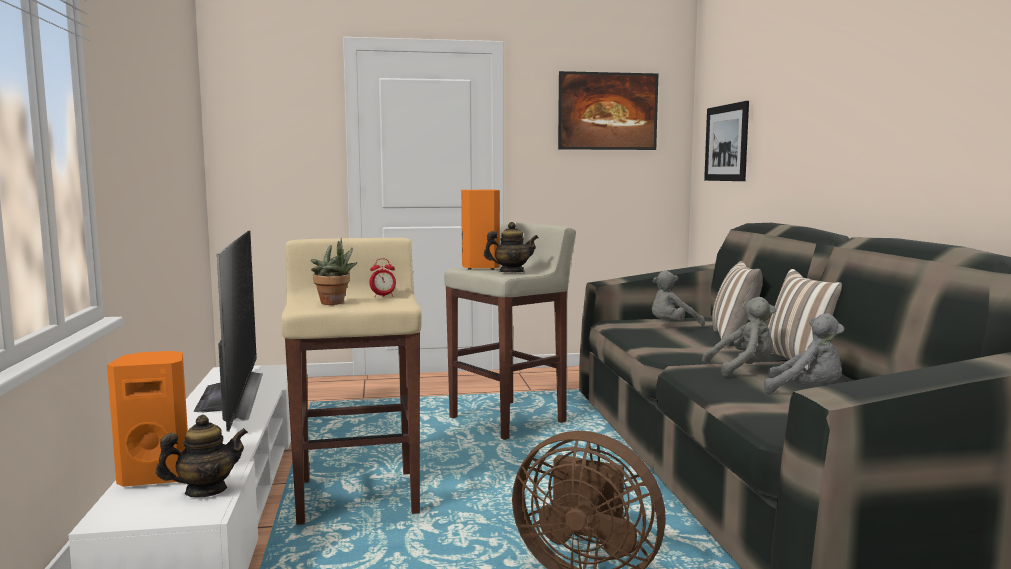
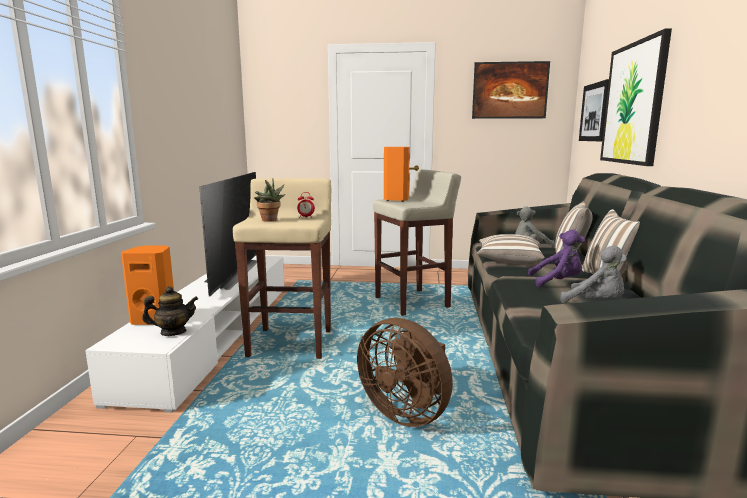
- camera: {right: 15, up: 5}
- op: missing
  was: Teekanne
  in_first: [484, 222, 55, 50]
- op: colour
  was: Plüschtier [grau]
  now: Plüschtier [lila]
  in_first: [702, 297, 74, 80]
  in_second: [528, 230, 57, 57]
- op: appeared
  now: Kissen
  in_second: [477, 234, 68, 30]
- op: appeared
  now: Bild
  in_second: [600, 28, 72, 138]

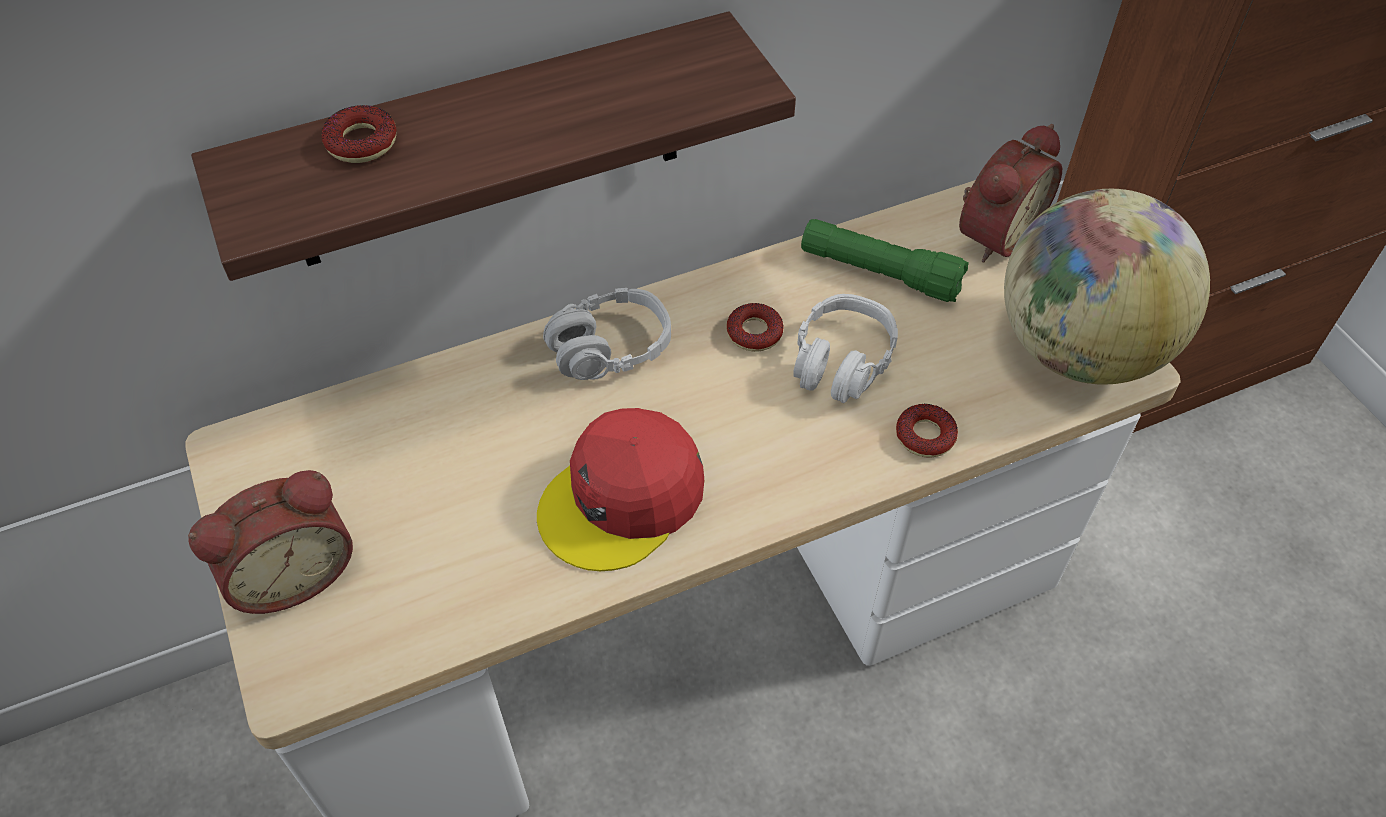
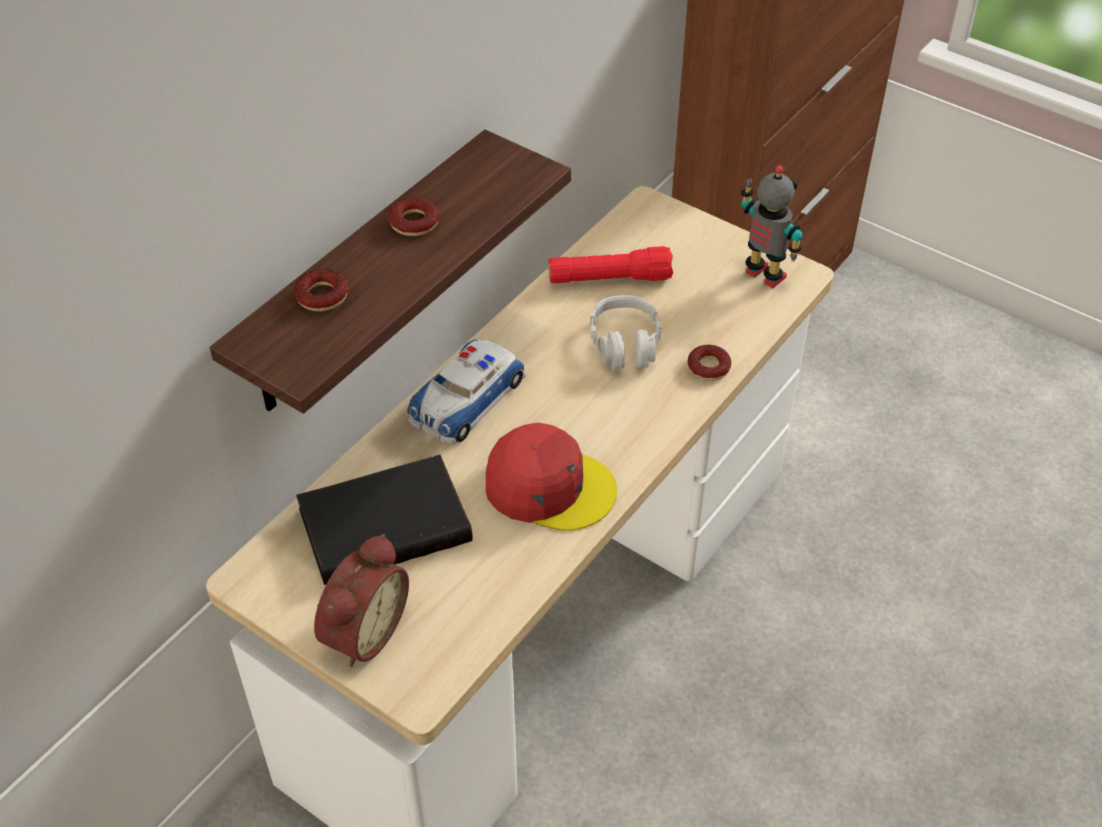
- camera: {right: -30, up: -5}
- op: spun
  was: Kappe [rot]
  in_first: [537, 408, 167, 163]
  in_second: [486, 423, 131, 108]
  clockwise: -90
- op: exchanged
  was: Kopfhörer [grau]
  now: Spielzeugauto
  in_first: [543, 288, 128, 92]
  in_second: [408, 339, 118, 105]
- op: relocated
  was: Donut
  in_first: [727, 303, 56, 49]
  in_second: [388, 197, 51, 39]
- op: colour
  was: Taschenlampe [grün]
  now: Taschenlampe [rot]
  in_first: [801, 219, 168, 83]
  in_second: [548, 246, 125, 37]
- op: missing
  was: Wecker
  in_first: [959, 124, 103, 138]
- op: exchanged
  was: Globus
  now: Spielzeugroboter
  in_first: [1004, 189, 206, 196]
  in_second: [741, 166, 62, 122]
- op: appeared
  now: Buch [schwarz]
  in_second: [296, 455, 177, 130]

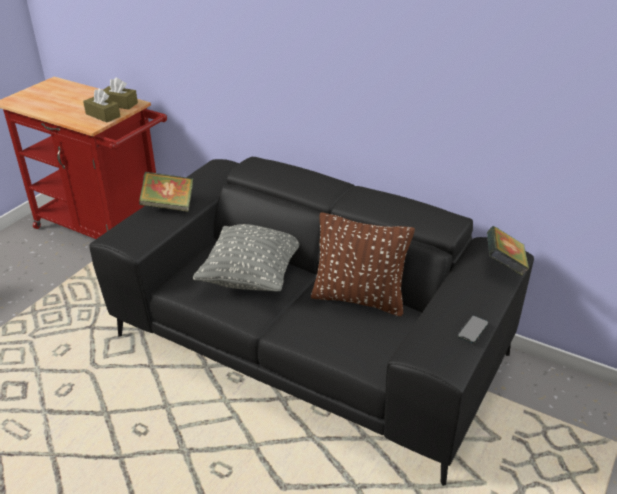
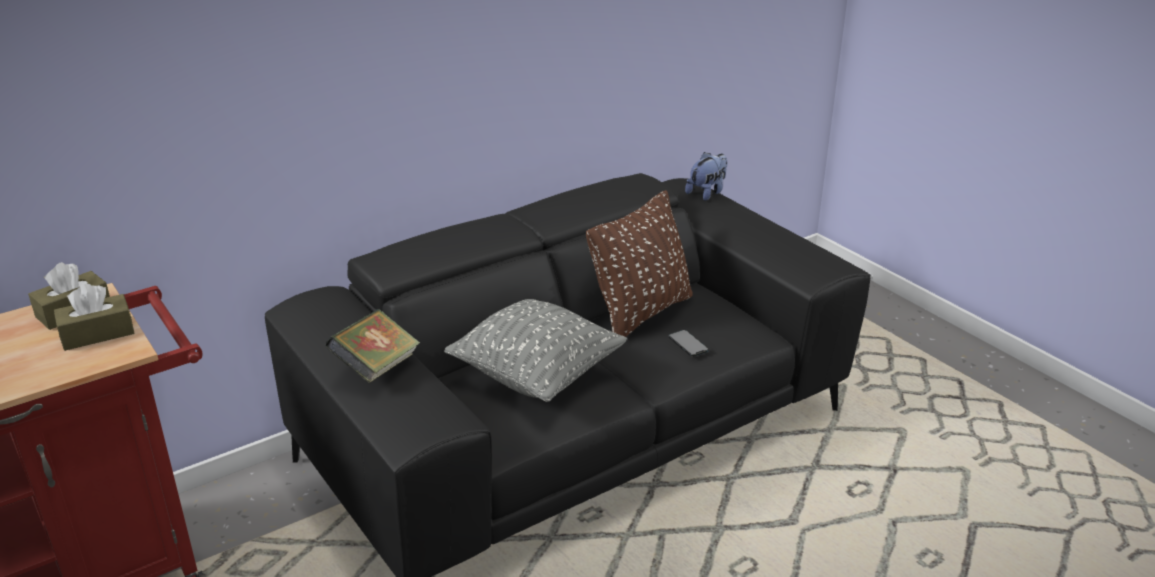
- camera: {right: -65, up: -5}
- op: relocated
  was: Handy
  in_first: [457, 315, 32, 28]
  in_second: [668, 330, 41, 26]
- op: exchanged
  was: Buch
  now: Plüschtier
  in_first: [487, 226, 42, 51]
  in_second: [685, 152, 43, 49]

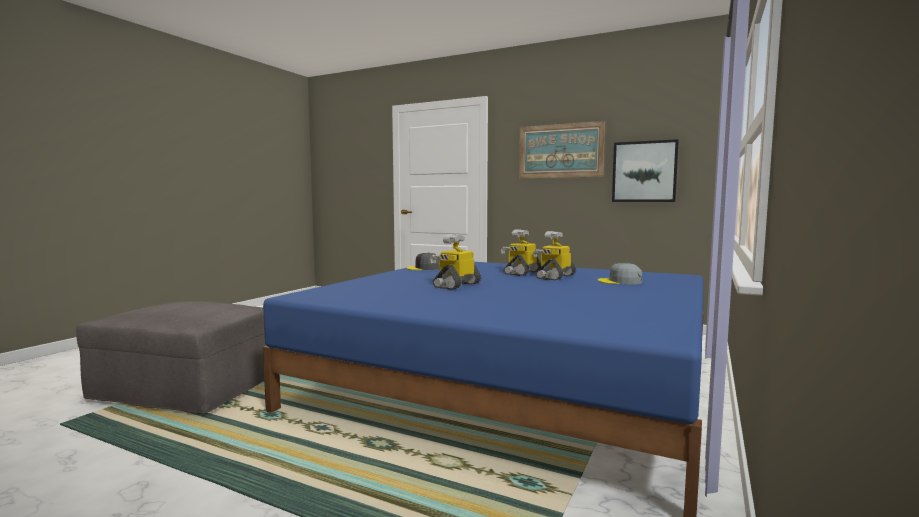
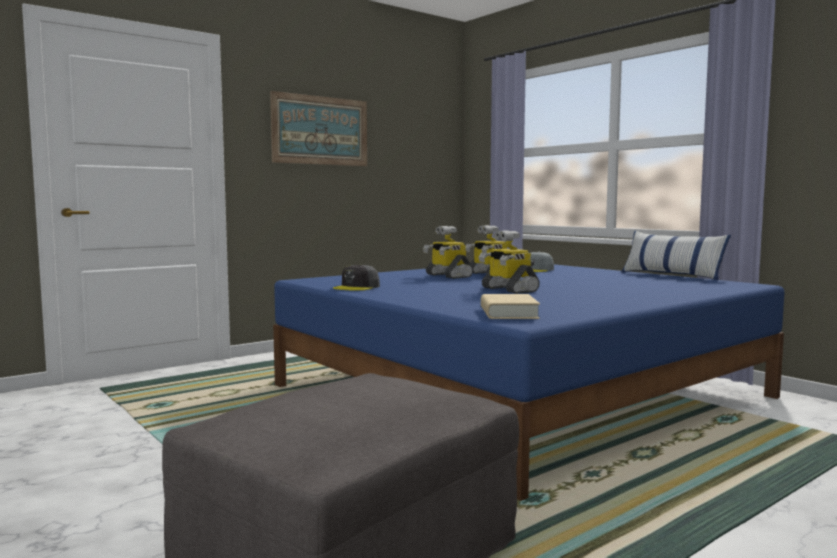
- camera: {right: -65, up: 0}
- op: missing
  was: Bild
  in_first: [612, 139, 67, 63]
- op: appeared
  now: Buch [beige]
  in_second: [481, 294, 59, 25]
- op: appeared
  now: Kissen
  in_second: [621, 231, 110, 49]

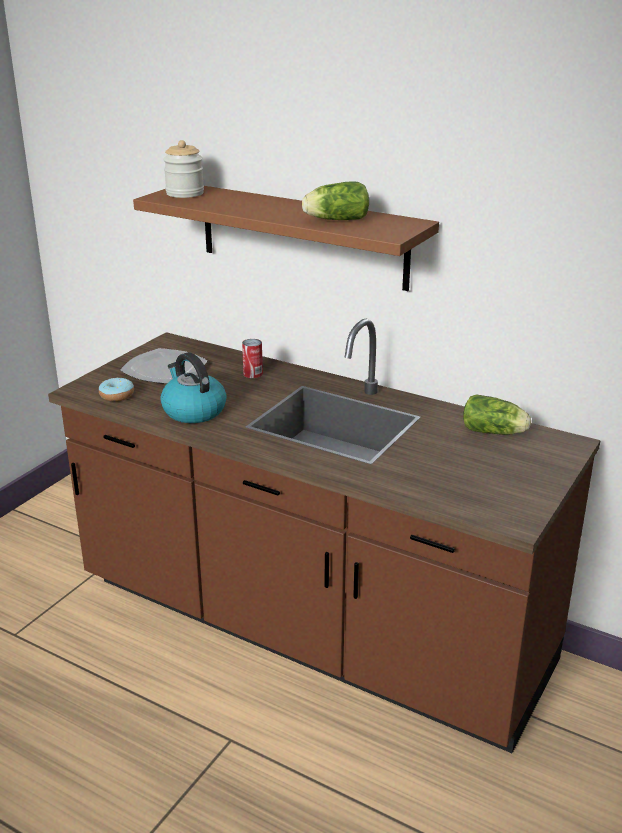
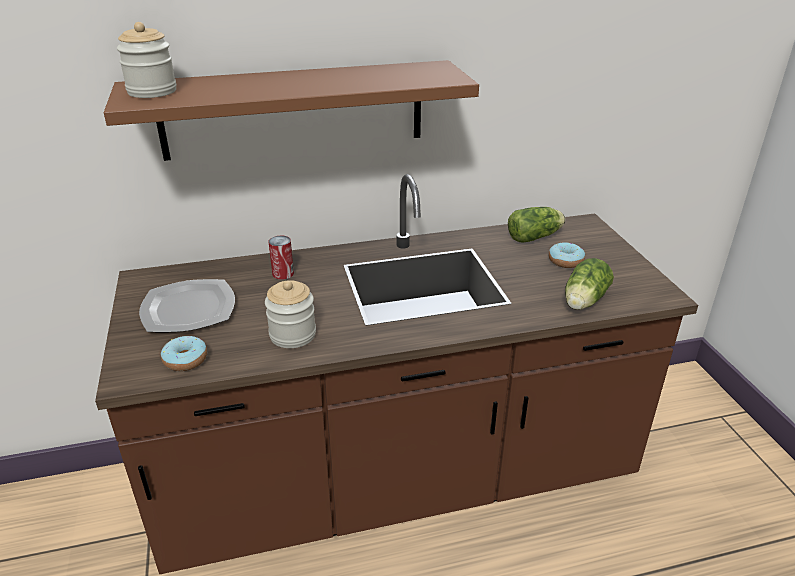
- camera: {right: -45, up: 5}
- op: exchanged
  was: Wasserkessel
  now: Vorratsglas
  in_first: [160, 352, 66, 71]
  in_second: [265, 280, 51, 68]
- op: relocated
  was: Salatkopf
  in_first: [302, 181, 67, 39]
  in_second: [565, 258, 49, 52]
- op: appeared
  now: Donut
  in_second: [549, 242, 36, 26]

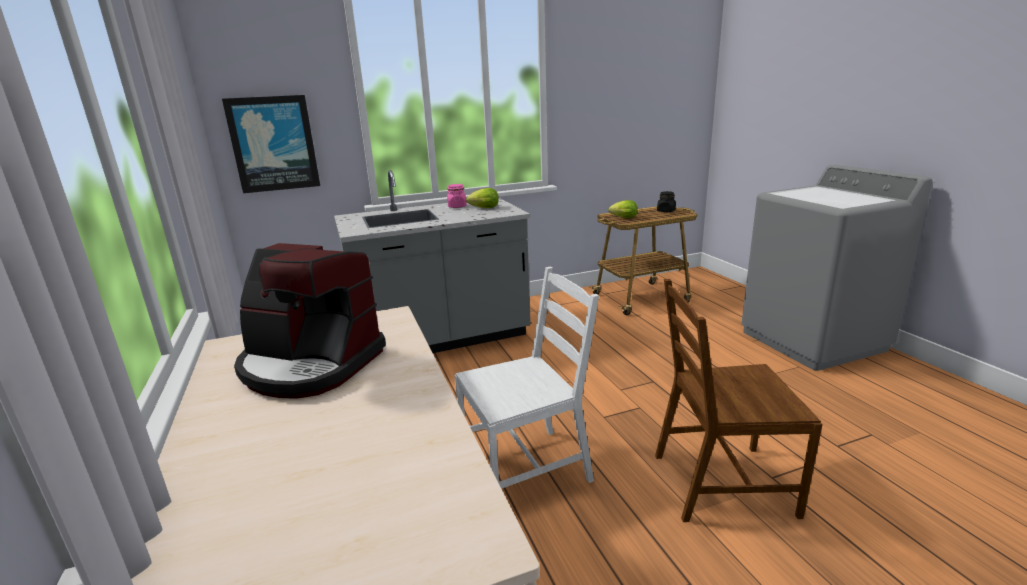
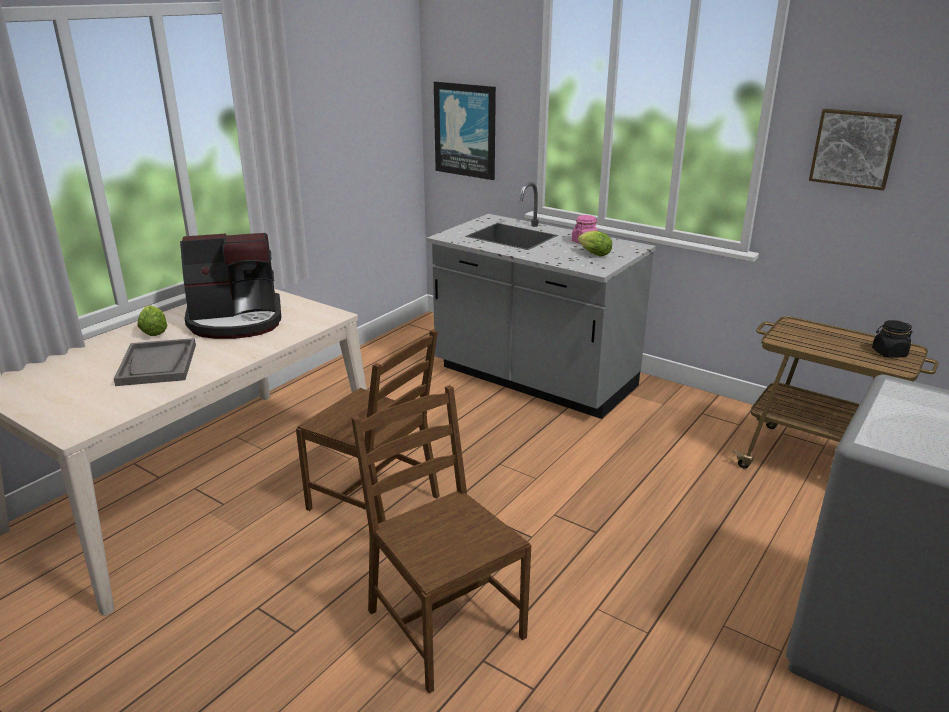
- camera: {right: 55, up: 5}
- op: spun
  was: Kaffeemaschine
  in_first: [234, 243, 152, 156]
  in_second: [180, 233, 101, 106]
  clockwise: -90
- op: colour
  was: Stuhl [weiß]
  now: Stuhl [braun]
  in_first: [454, 267, 145, 222]
  in_second: [296, 329, 144, 195]
- op: relocated
  was: Salatkopf
  in_first: [608, 200, 30, 18]
  in_second: [137, 305, 30, 31]
- op: appeared
  now: Tablett [grau]
  in_second: [114, 338, 82, 48]
- op: appeared
  now: Bild
  in_second: [809, 109, 93, 81]

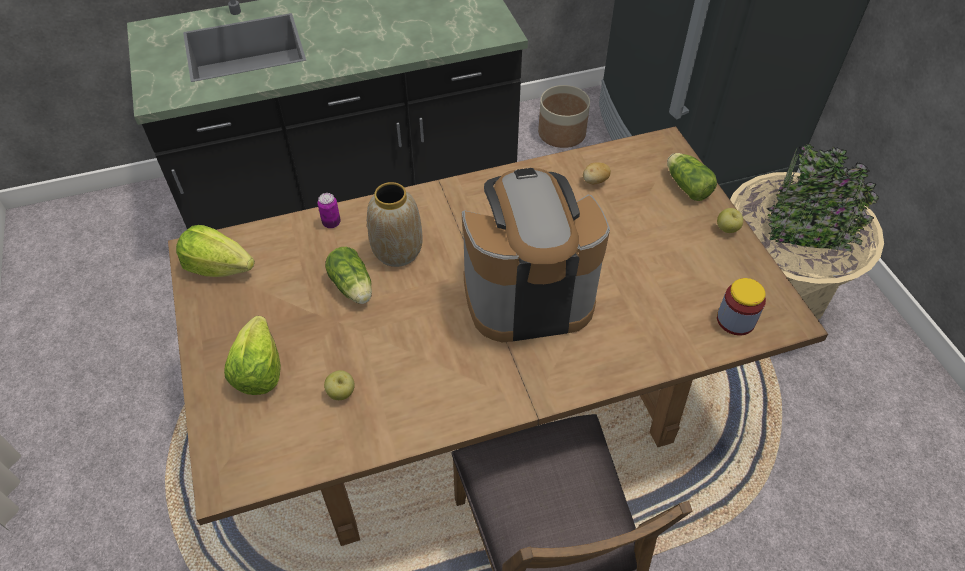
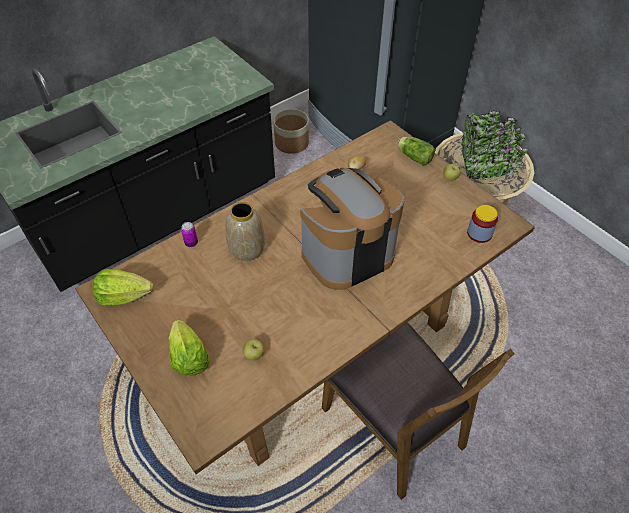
- camera: {right: -20, up: 0}
- op: missing
  was: Salatkopf
  in_first: [325, 247, 47, 57]

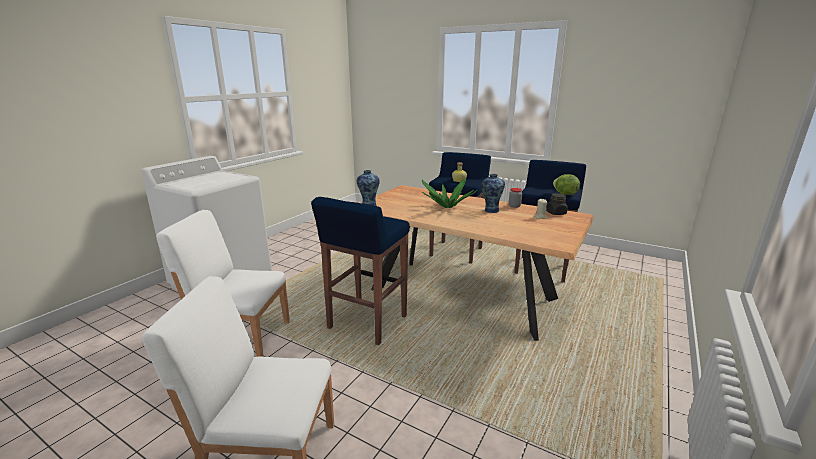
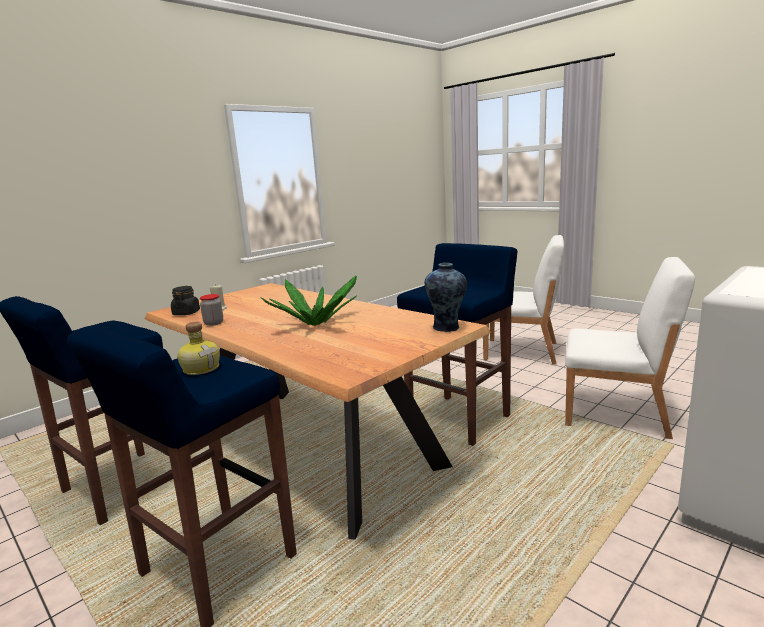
- camera: {right: -165, up: -5}
- op: missing
  was: Vase
  in_first: [481, 174, 24, 39]
- op: missing
  was: Salatkopf
  in_first: [553, 174, 27, 21]

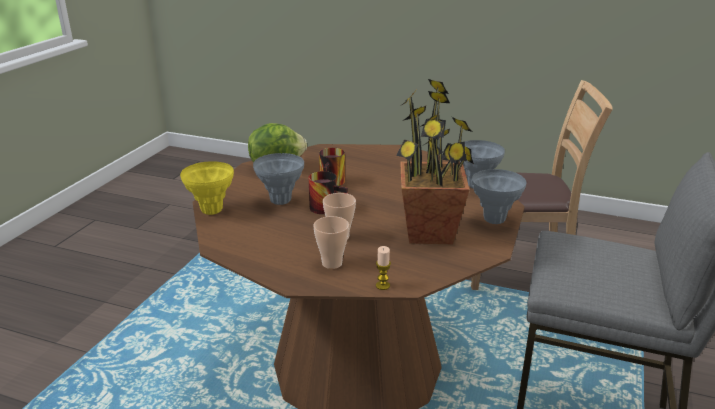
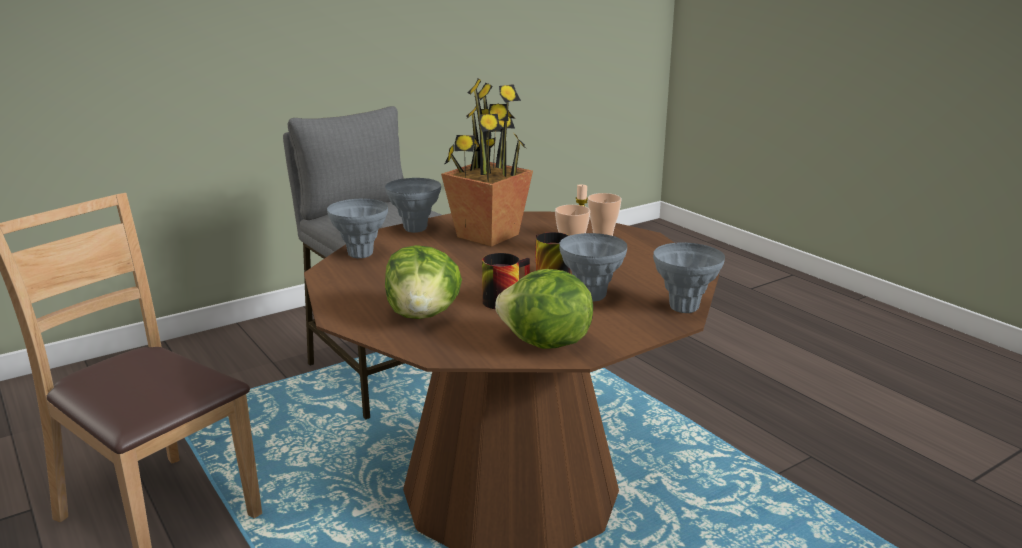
- camera: {right: -145, up: -5}
- op: colour
  was: Vase [gelb]
  now: Vase [grau]
  in_first: [180, 161, 54, 54]
  in_second: [653, 242, 72, 71]
- op: appeared
  now: Salatkopf
  in_second: [385, 245, 77, 74]

